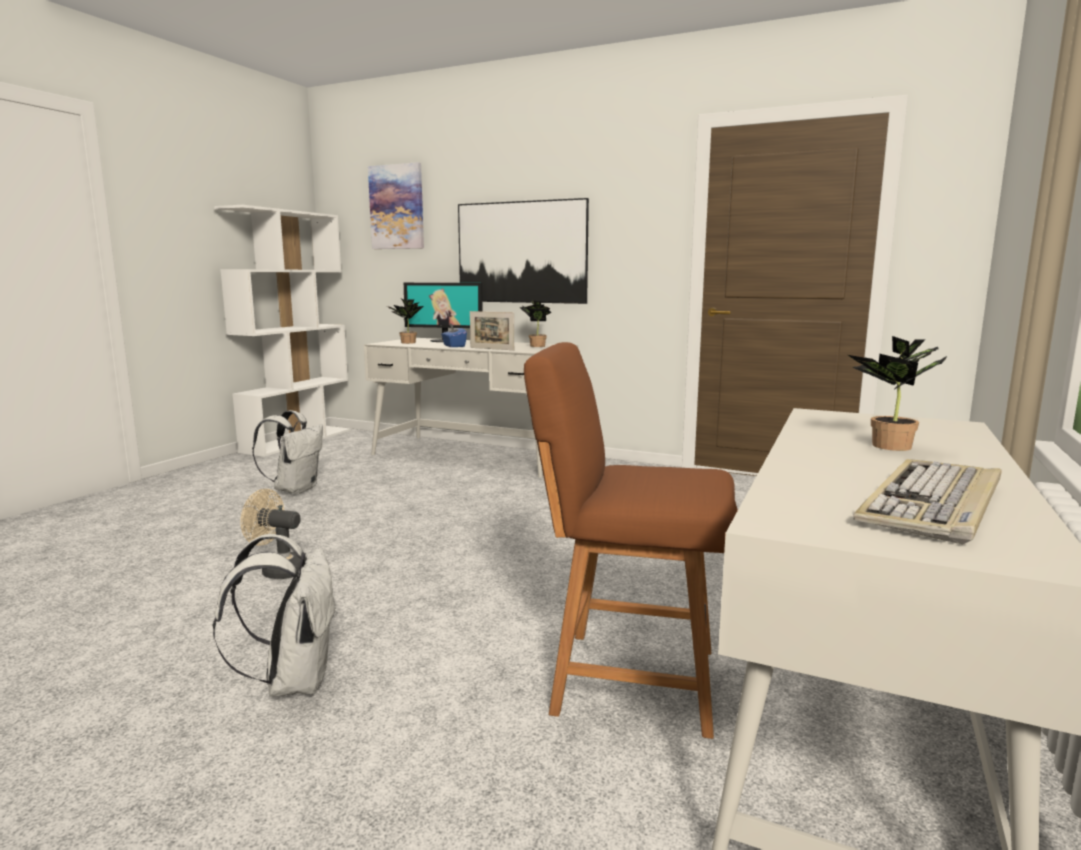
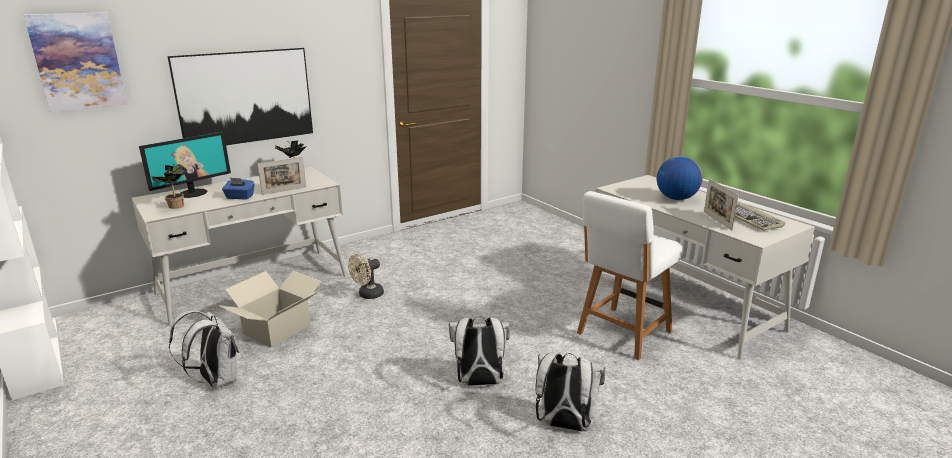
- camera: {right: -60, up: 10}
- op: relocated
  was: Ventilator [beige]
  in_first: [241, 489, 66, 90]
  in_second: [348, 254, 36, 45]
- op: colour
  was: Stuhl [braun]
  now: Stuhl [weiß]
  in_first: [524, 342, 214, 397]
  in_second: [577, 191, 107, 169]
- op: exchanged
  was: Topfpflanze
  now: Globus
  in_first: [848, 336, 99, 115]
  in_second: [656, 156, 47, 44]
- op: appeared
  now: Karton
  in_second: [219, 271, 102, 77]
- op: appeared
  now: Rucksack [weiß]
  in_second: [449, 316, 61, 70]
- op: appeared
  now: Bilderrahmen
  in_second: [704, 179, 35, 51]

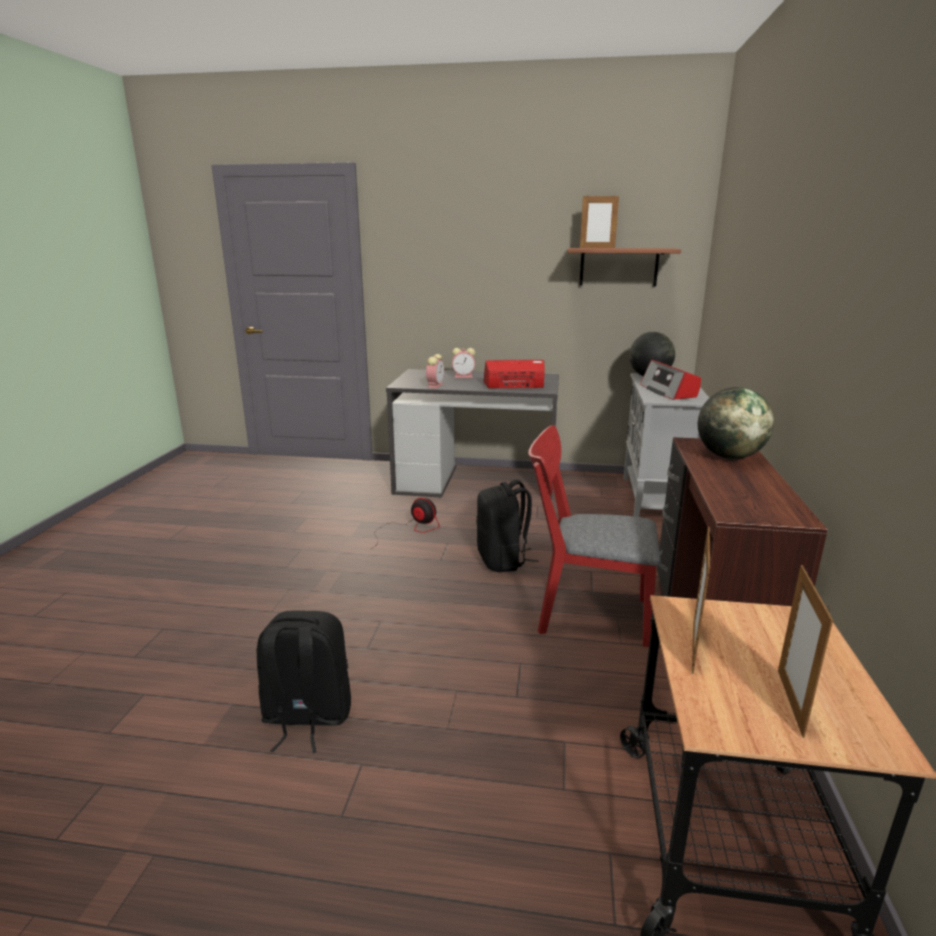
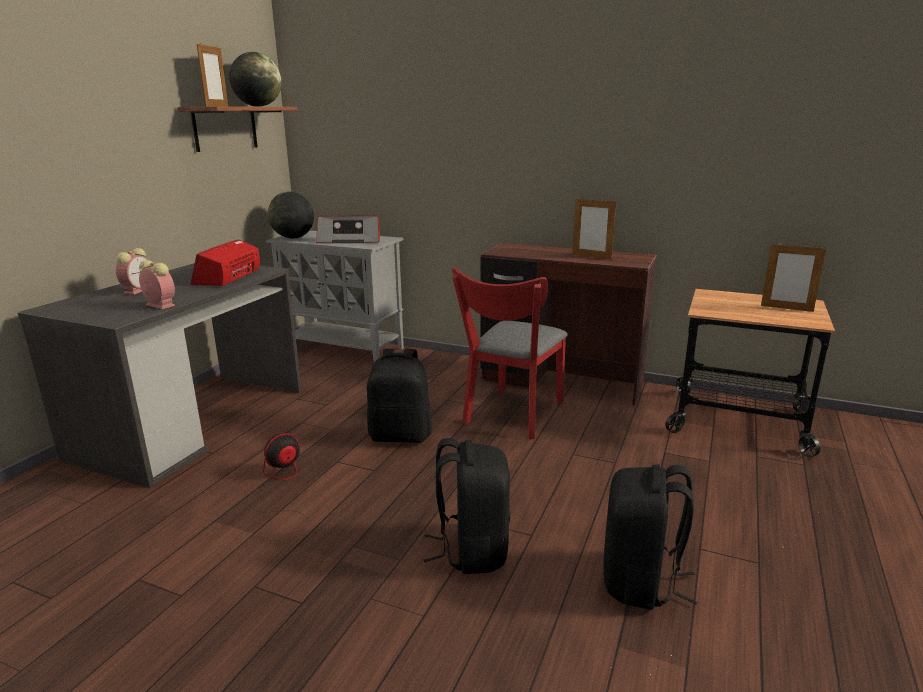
- camera: {right: -75, up: 0}
- op: relocated
  was: Bilderrahmen
  in_first: [692, 527, 19, 147]
  in_second: [572, 197, 44, 62]
- op: relocated
  was: Globus
  in_first: [698, 387, 76, 72]
  in_second: [229, 52, 53, 55]
- op: appeared
  now: Rucksack [schwarz]
  in_second: [424, 438, 86, 136]

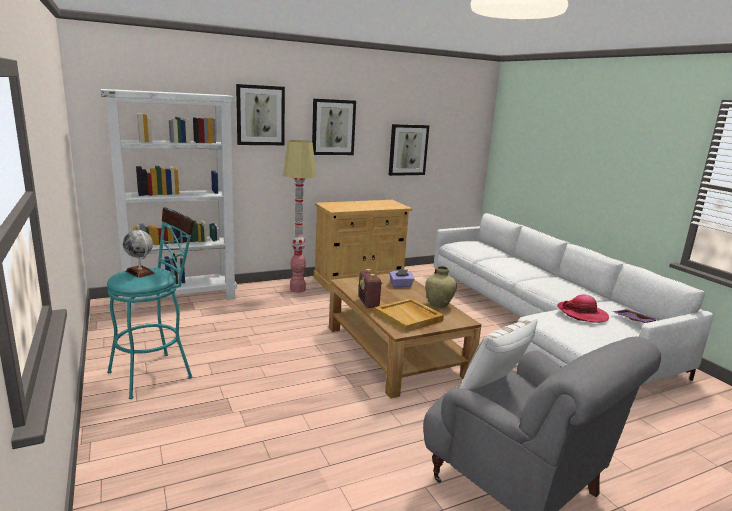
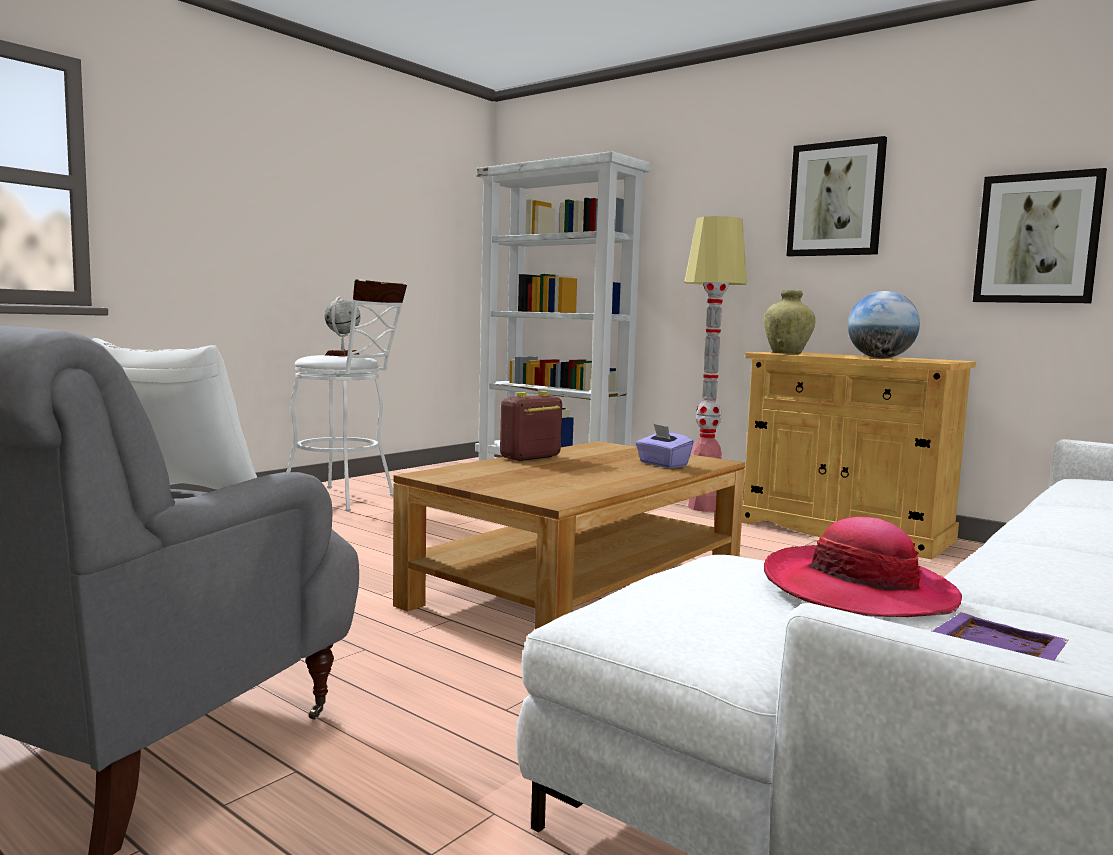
- camera: {right: 65, up: -10}
- op: colour
  was: Hocker [türkis]
  now: Hocker [weiß]
  in_first: [107, 207, 87, 192]
  in_second: [287, 279, 120, 232]
- op: missing
  was: Bild
  in_first: [236, 84, 49, 61]
- op: missing
  was: Tablett [beige]
  in_first: [374, 298, 70, 34]
- op: relocated
  was: Vase [beige]
  in_first: [425, 266, 32, 42]
  in_second: [764, 290, 51, 64]
- op: appeared
  now: Globus
  in_second: [848, 291, 72, 67]

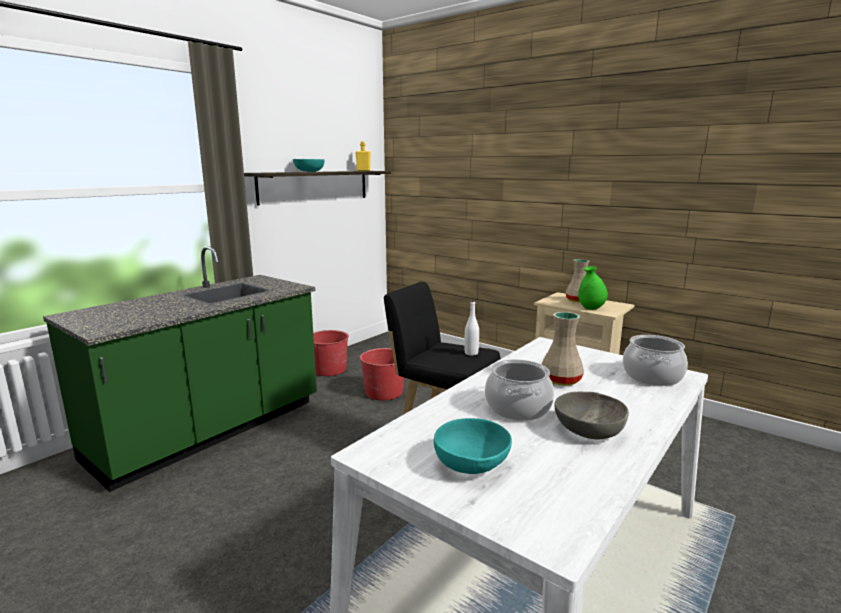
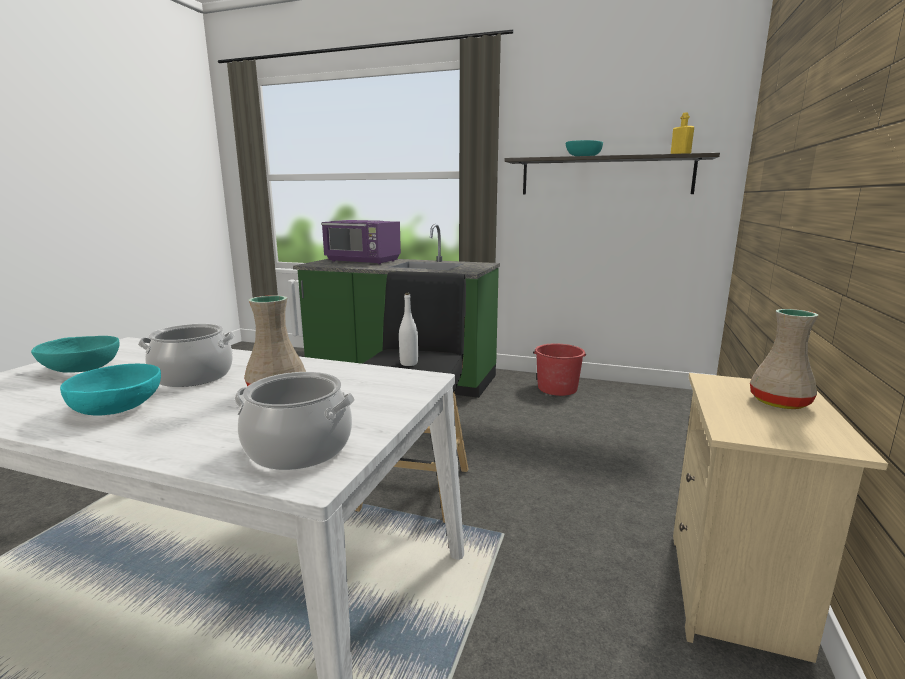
- camera: {right: 70, up: 0}
- op: missing
  was: Eimer [rot]
  in_first: [360, 348, 44, 52]
- op: colour
  was: Schüssel [grau]
  now: Schüssel [türkis]
  in_first: [554, 392, 75, 47]
  in_second: [60, 364, 101, 52]
- op: missing
  was: Vase [grün]
  in_first: [578, 266, 30, 44]
- op: appeared
  now: Mikrowelle [lila]
  in_second: [321, 220, 80, 44]

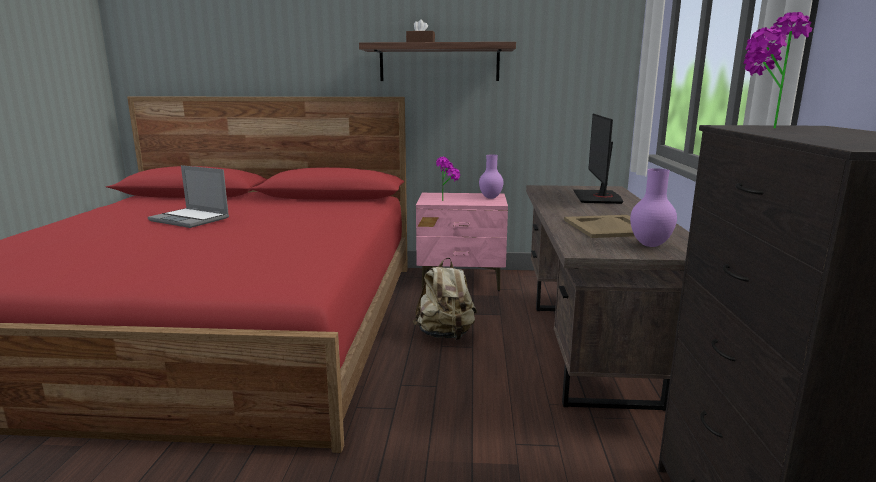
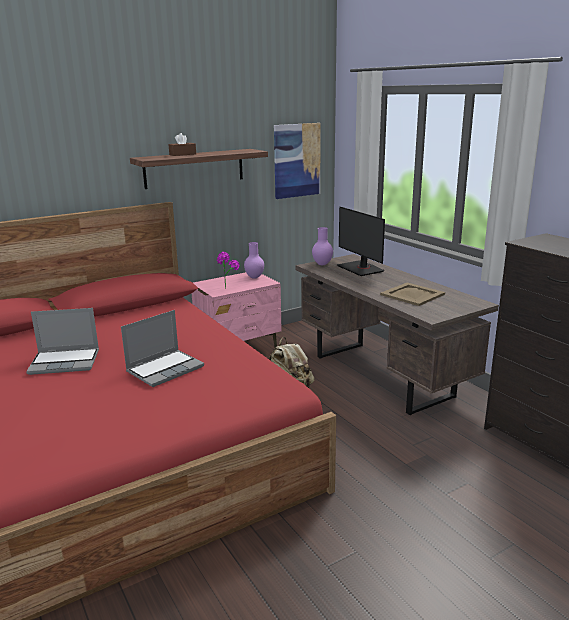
- camera: {right: -35, up: 5}
- op: relocated
  was: Vase [lila]
  in_first: [630, 168, 47, 79]
  in_second: [312, 227, 21, 38]
- op: missing
  was: Topfpflanze
  in_first: [744, 12, 68, 117]
- op: appeared
  now: Laptop
  in_second: [121, 310, 83, 77]
- op: appeared
  now: Bild
  in_second: [274, 123, 47, 76]

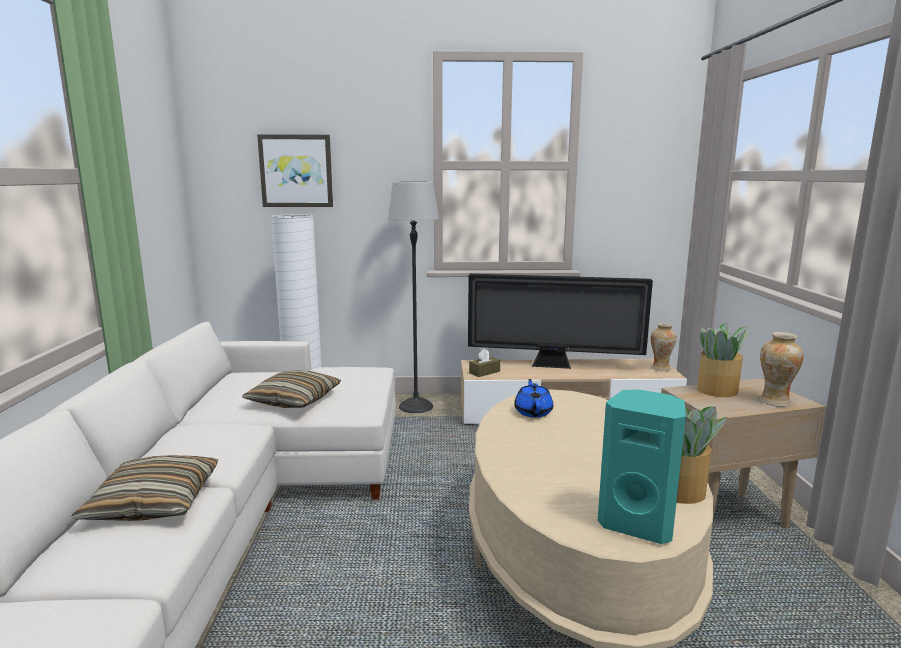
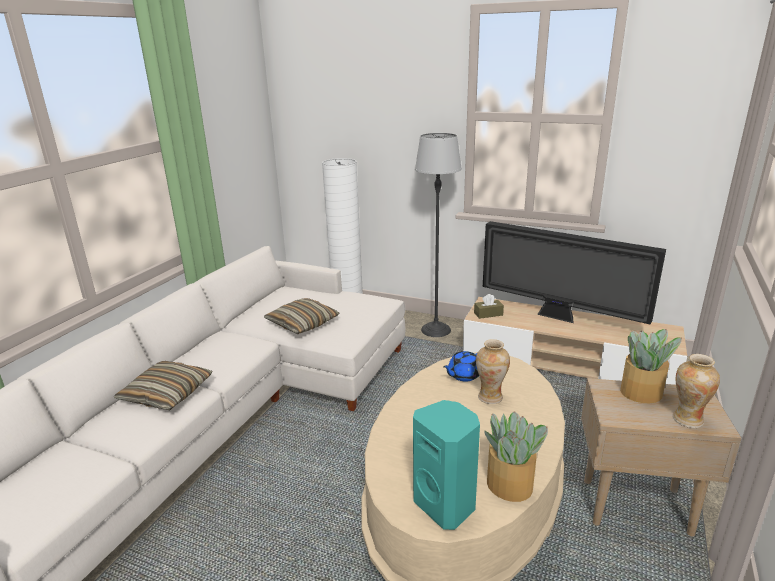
- camera: {right: 25, up: 10}
- op: missing
  was: Bild
  in_first: [257, 134, 76, 73]
- op: spun
  was: Teekanne [blau]
  in_first: [514, 379, 39, 39]
  in_second: [443, 351, 36, 31]
  clockwise: -150
- op: relocated
  was: Vase
  in_first: [651, 323, 26, 48]
  in_second: [476, 339, 34, 65]

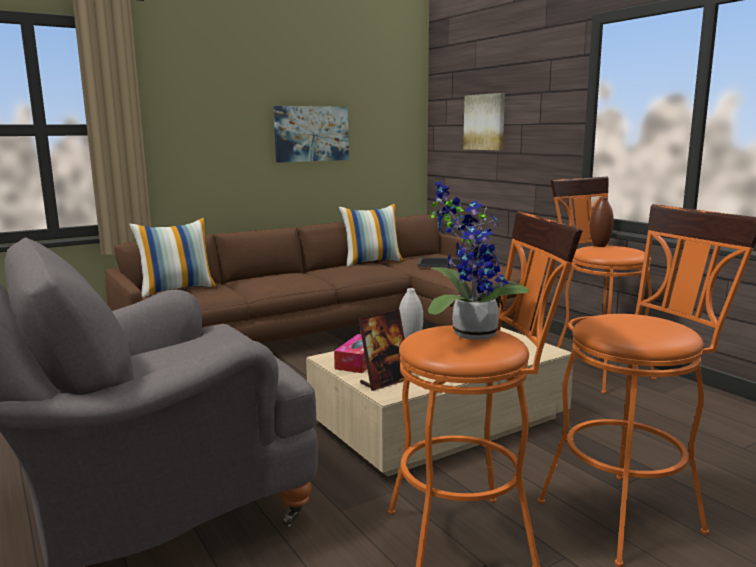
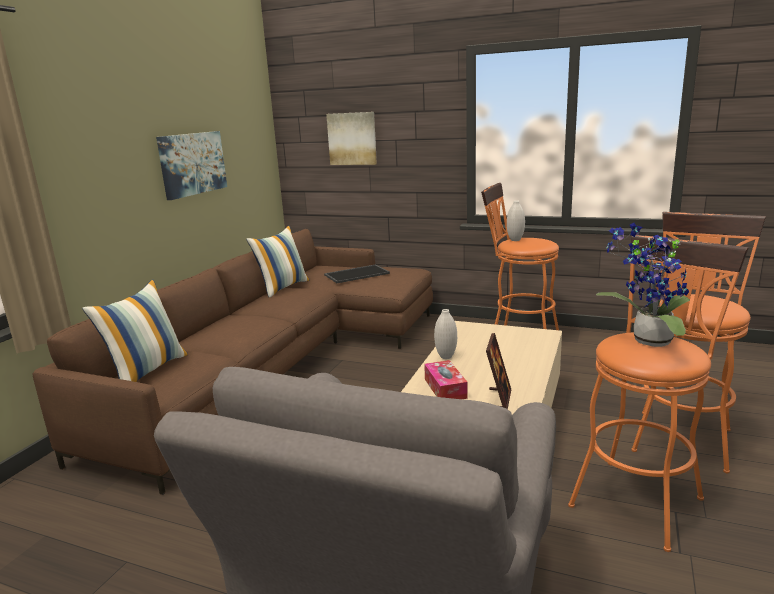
- camera: {right: -35, up: 5}
- op: colour
  was: Vase [braun]
  now: Vase [weiß]
  in_first: [590, 197, 24, 50]
  in_second: [507, 201, 18, 40]

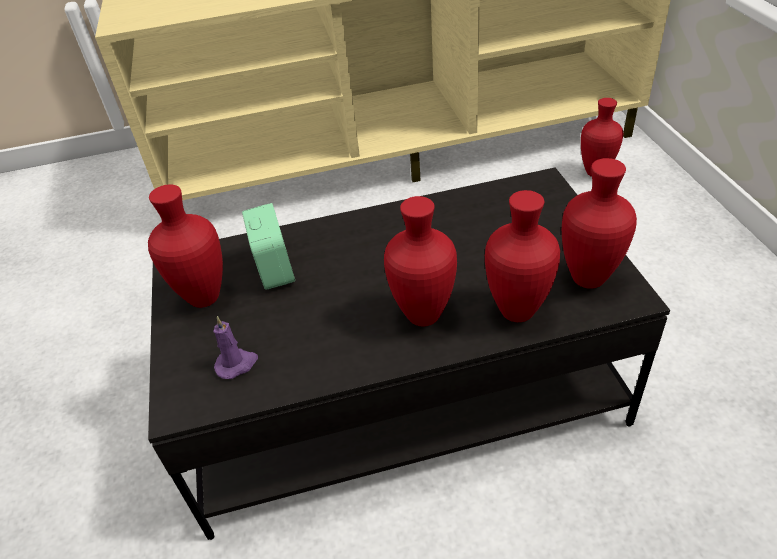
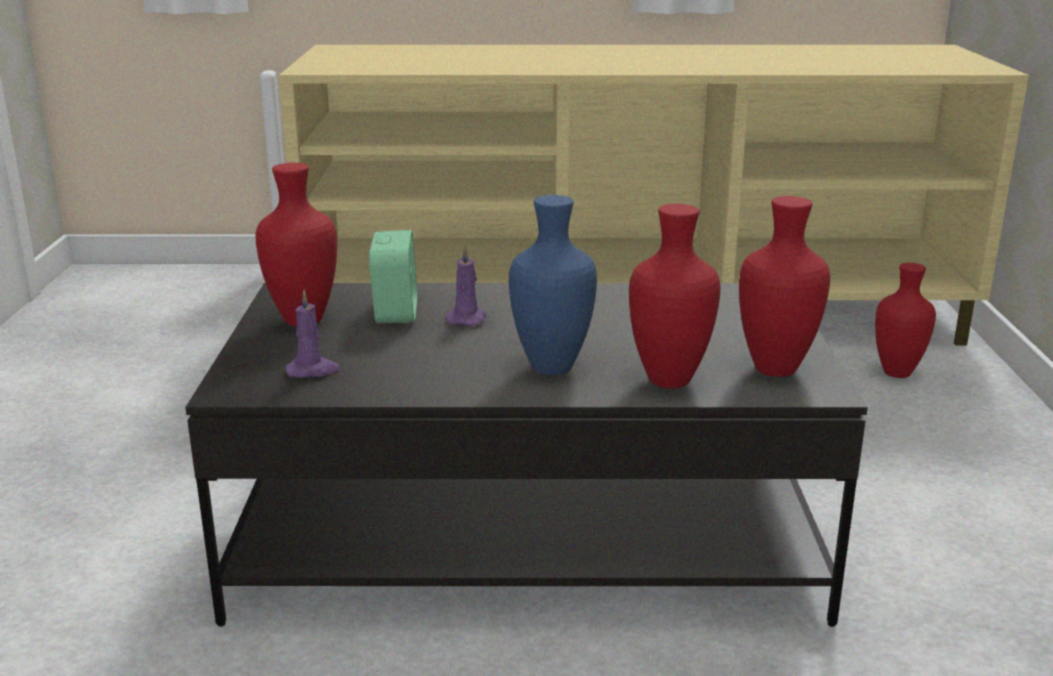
- camera: {right: 10, up: -20}
- op: colour
  was: Vase [rot]
  now: Vase [blau]
  in_first: [384, 196, 73, 130]
  in_second: [509, 195, 88, 180]
- op: appeared
  now: Kerze [lila]
  in_second: [445, 246, 41, 80]

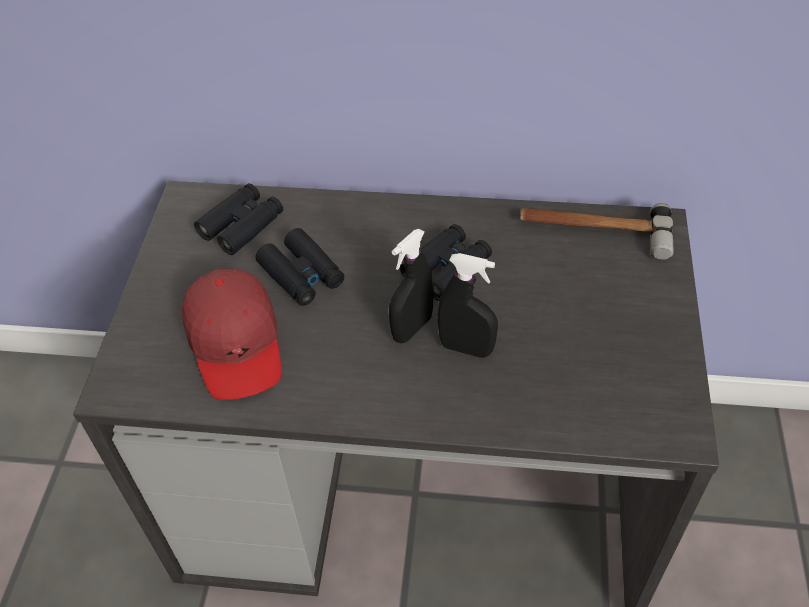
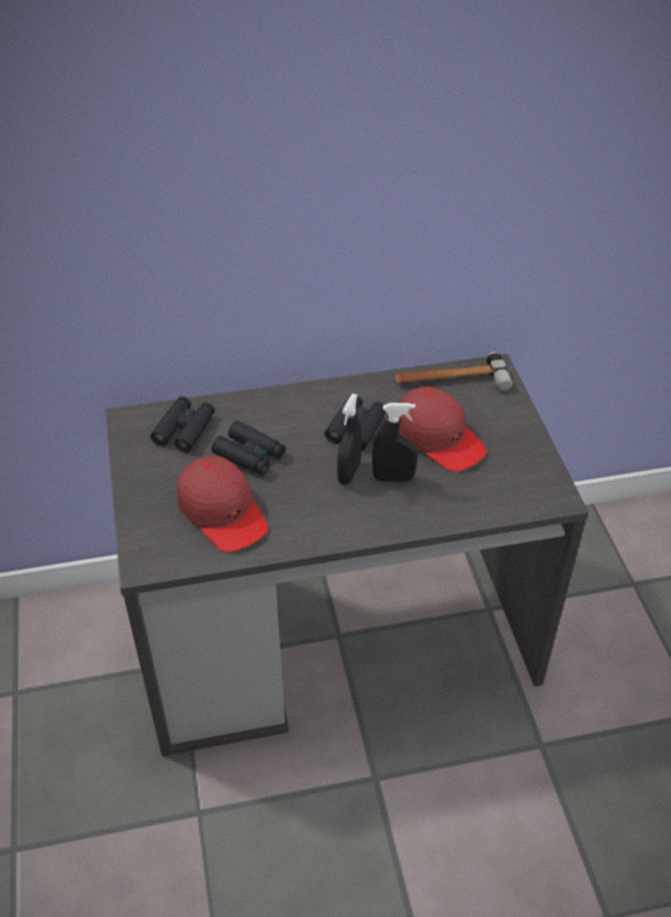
- camera: {right: -20, up: -5}
- op: appeared
  now: Kappe [rot]
  in_second: [399, 386, 88, 86]

